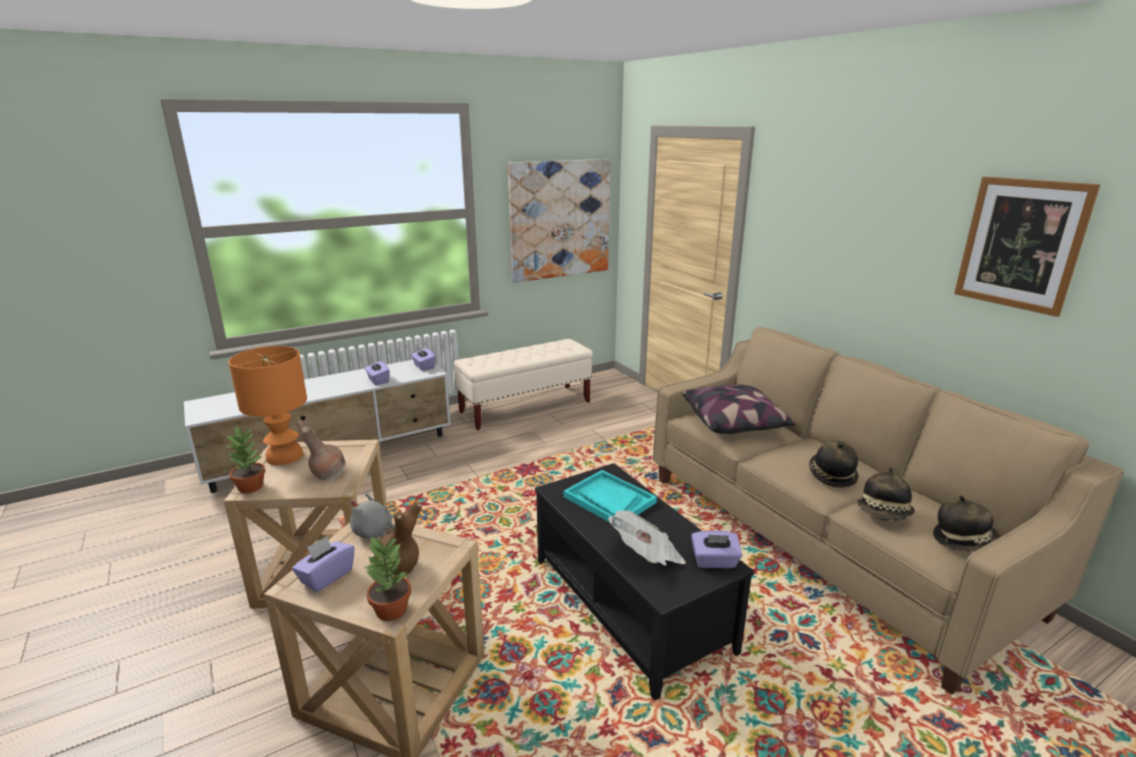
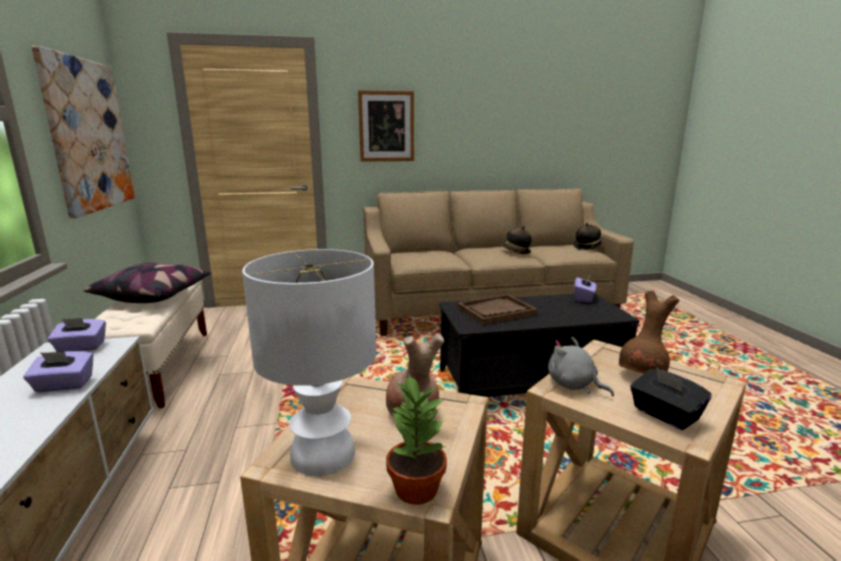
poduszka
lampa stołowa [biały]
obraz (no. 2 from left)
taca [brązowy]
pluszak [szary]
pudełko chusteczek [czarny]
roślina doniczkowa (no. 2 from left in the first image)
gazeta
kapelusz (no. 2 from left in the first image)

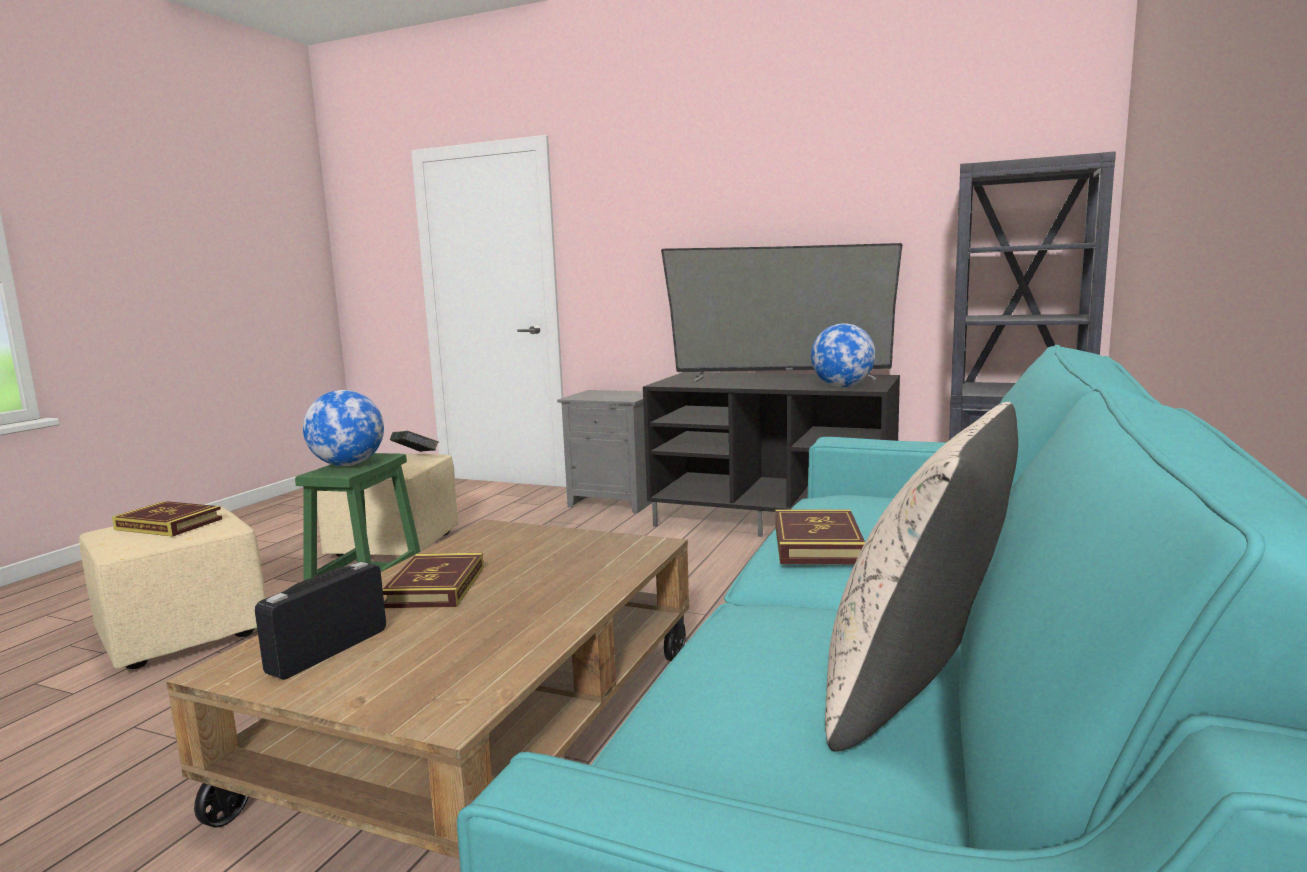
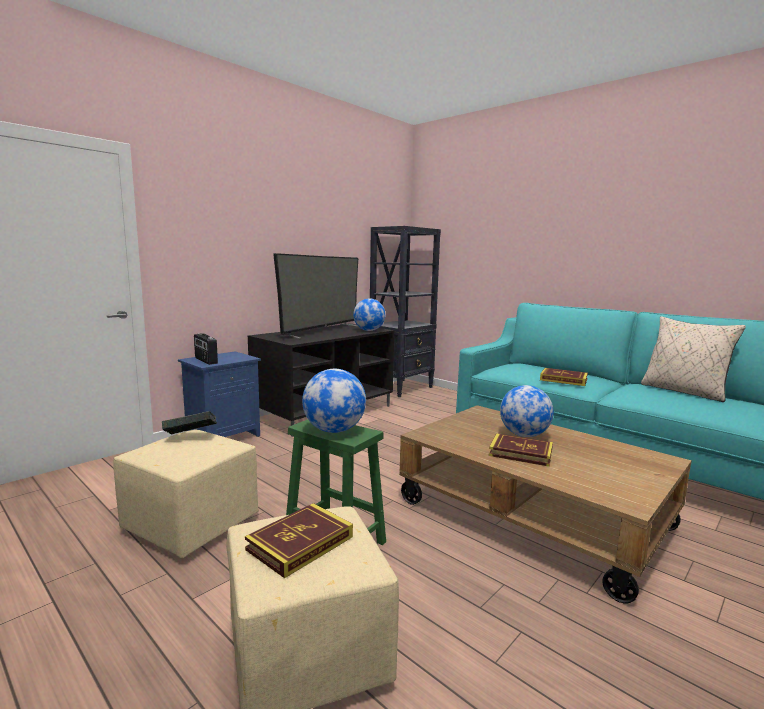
szafka nocna [niebieski]
radio
globus (no. 3 from left)

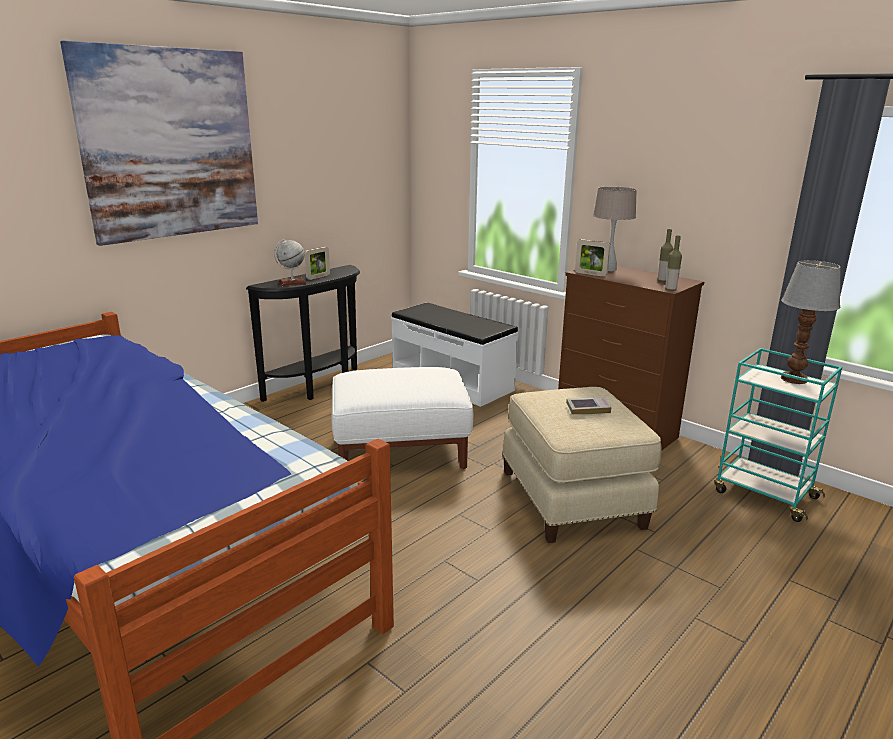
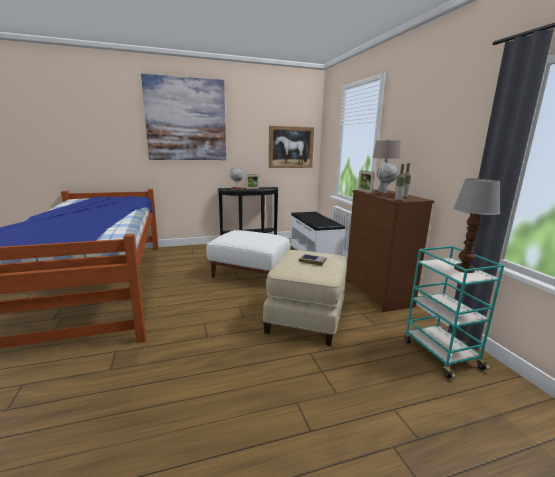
obraz (no. 2 from left)
globus (no. 2 from left)

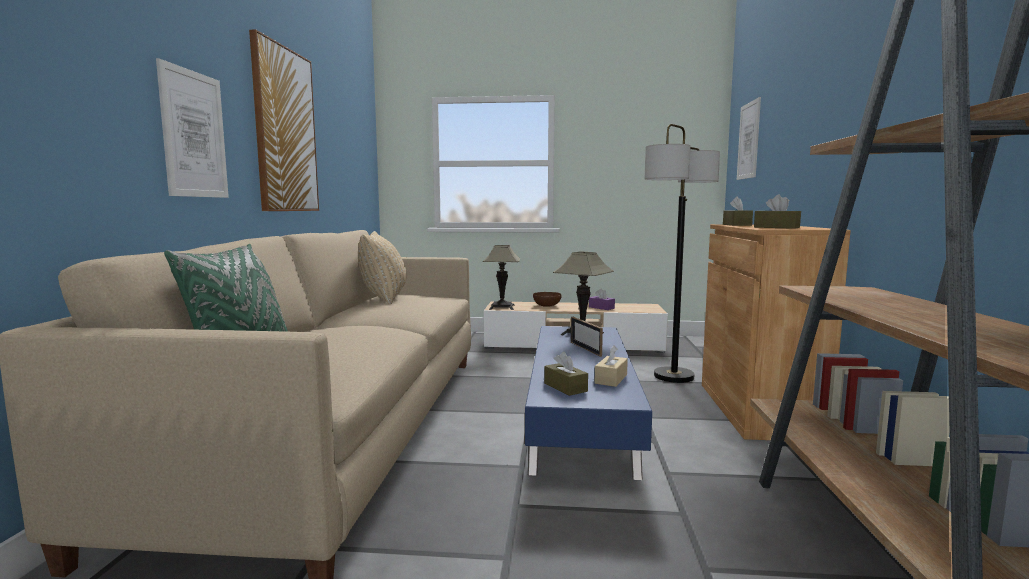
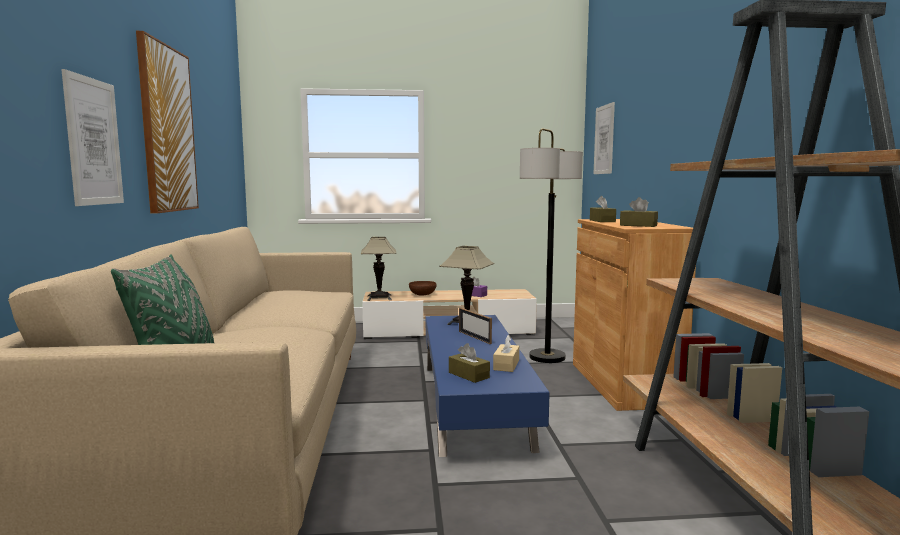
poduszka [beżowy]

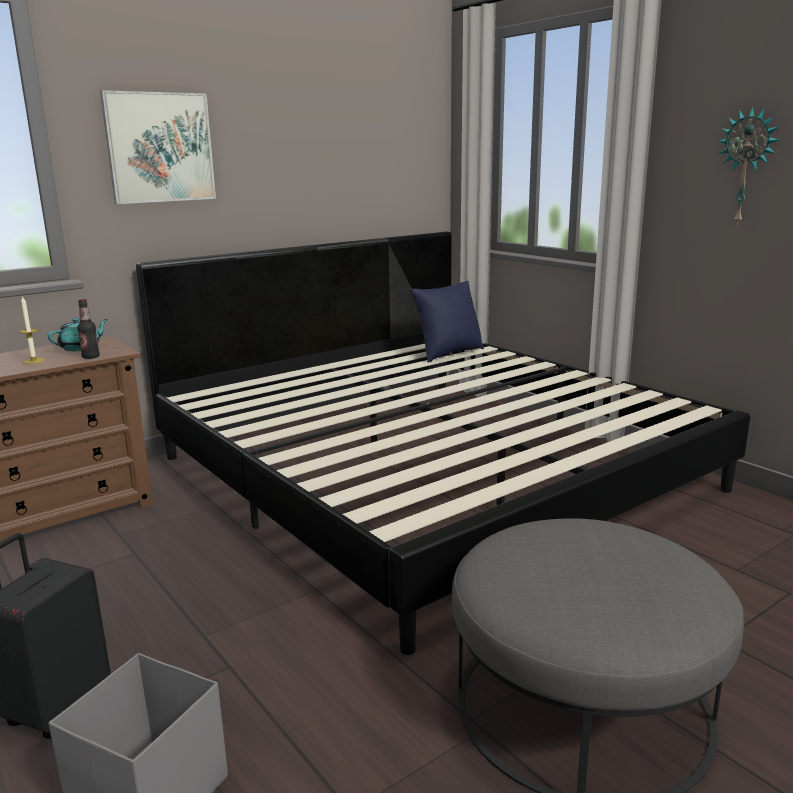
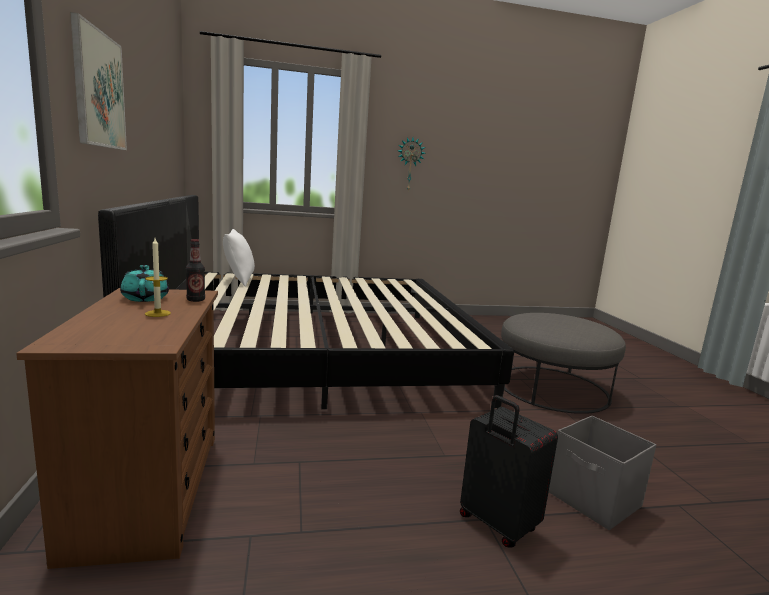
poduszka [biały]

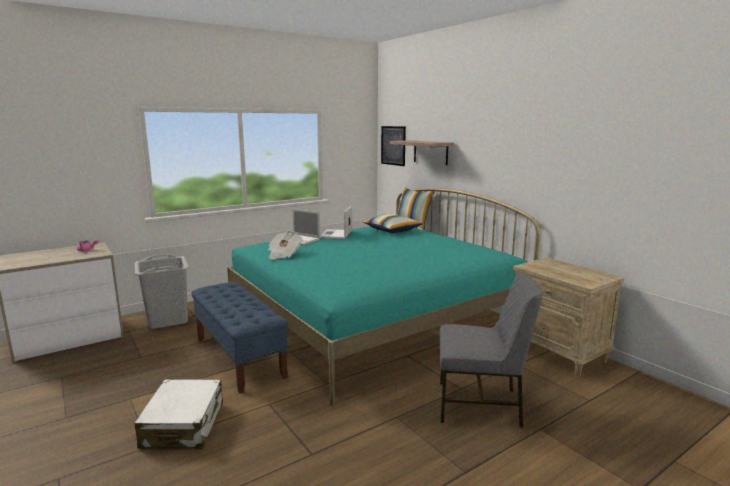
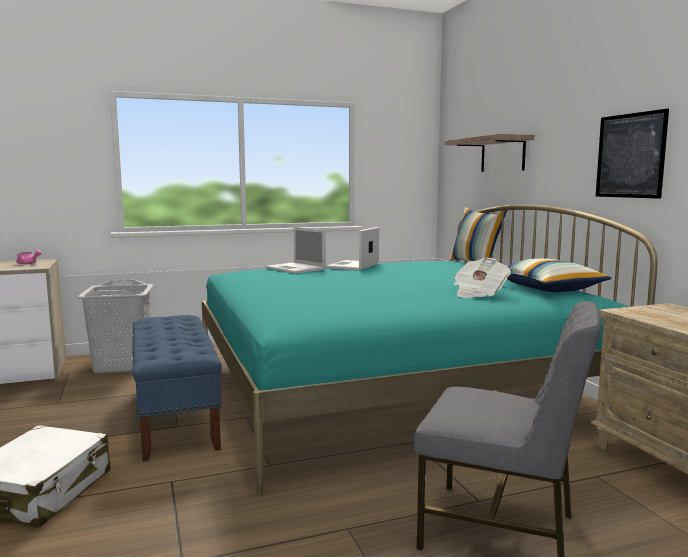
gazeta
poduszka (no. 2 from left)
obraz

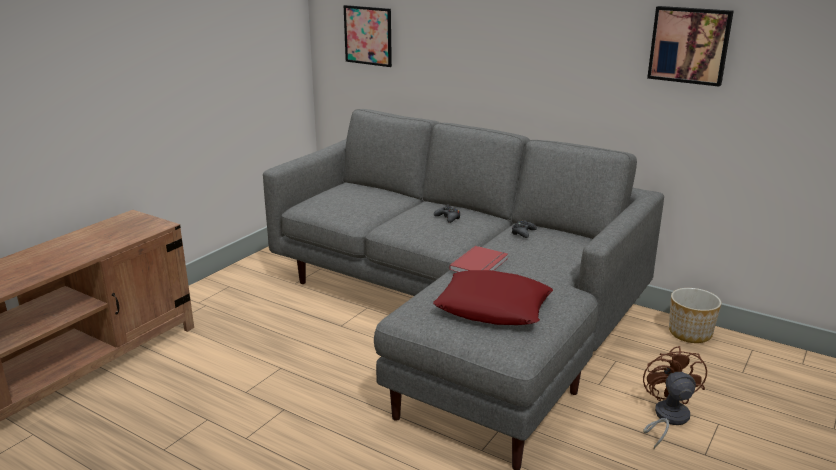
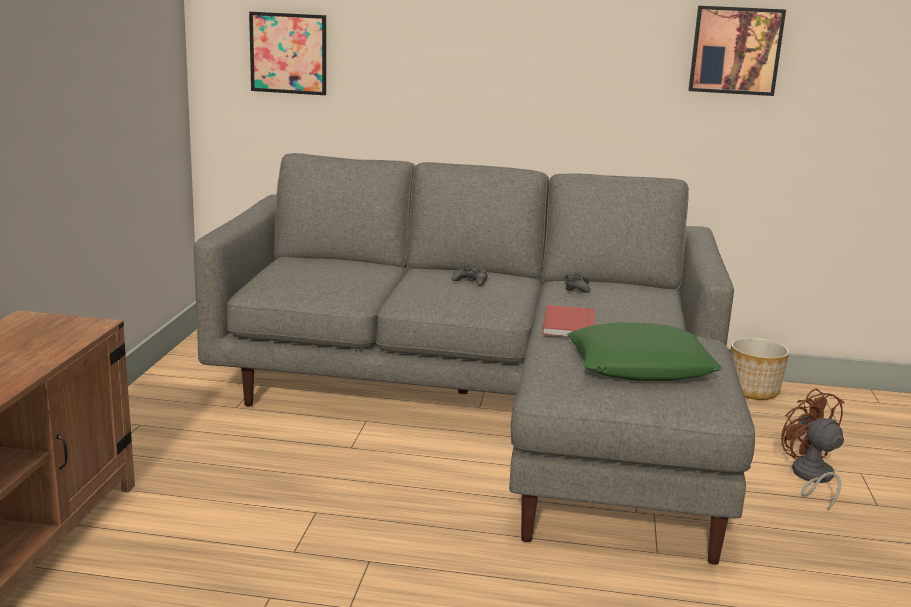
poduszka [zielony]

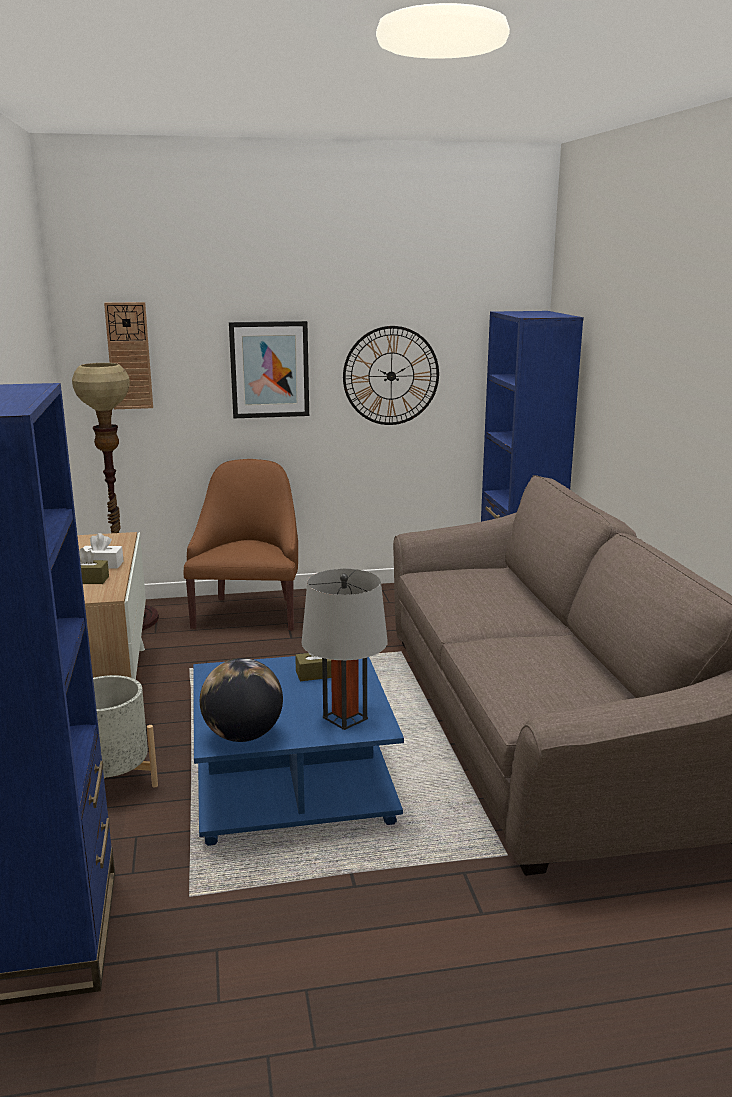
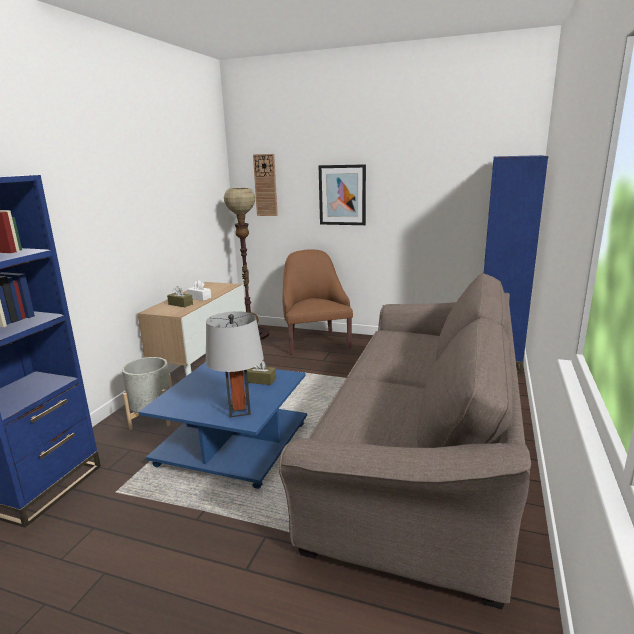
fotel [brązowy]
globus
zegar ścienny (no. 2 from left in the first image)

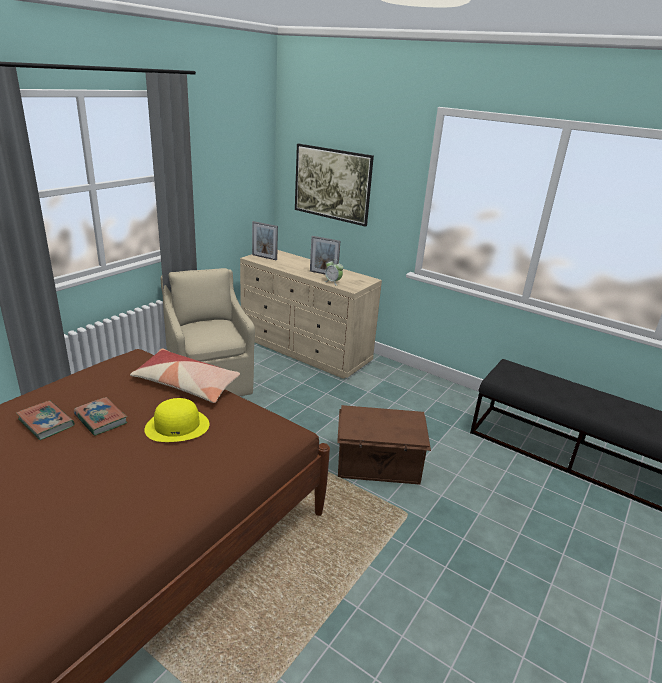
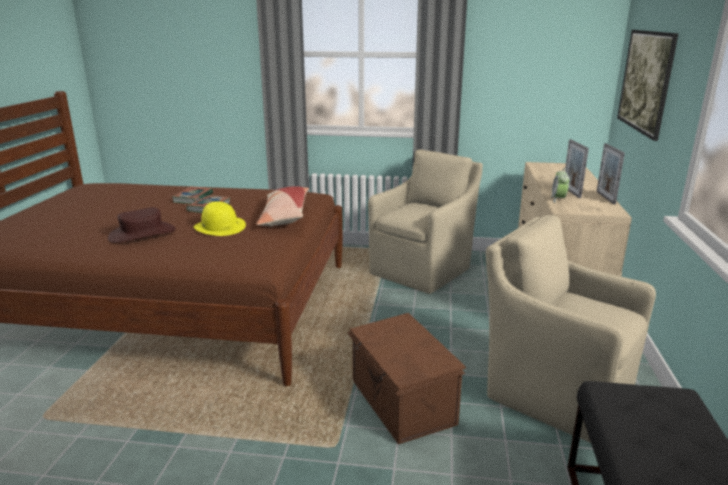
kapelusz [brązowy]
fotel [beżowy] (no. 2 from left)
ramka na zdjęcie (no. 2 from left)

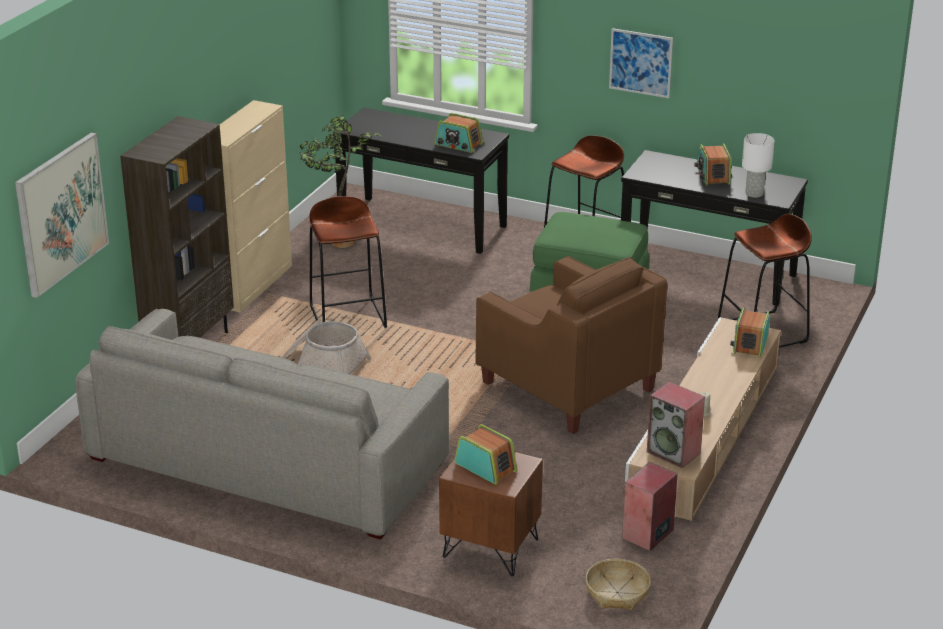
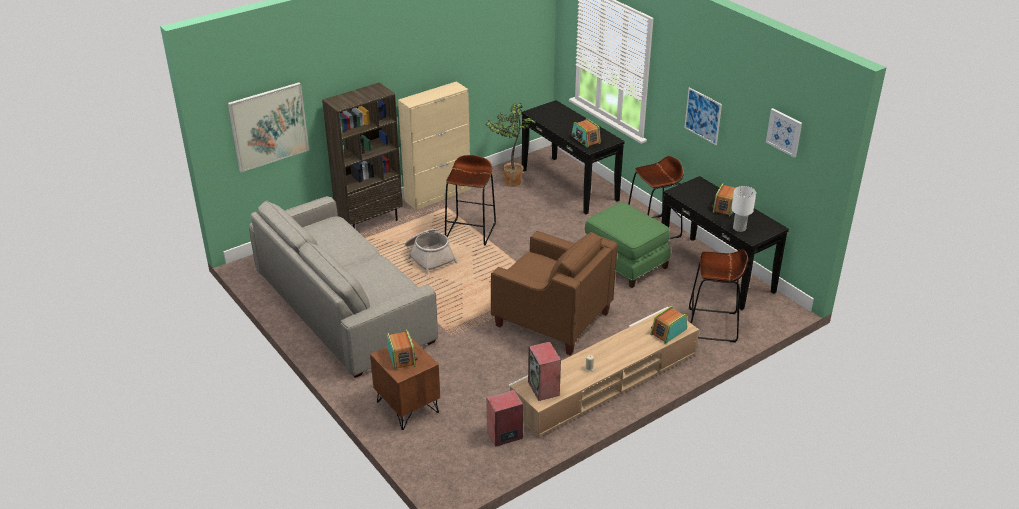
fotel [brązowy]
obraz (no. 3 from left)
koszyk (no. 2 from left in the first image)

